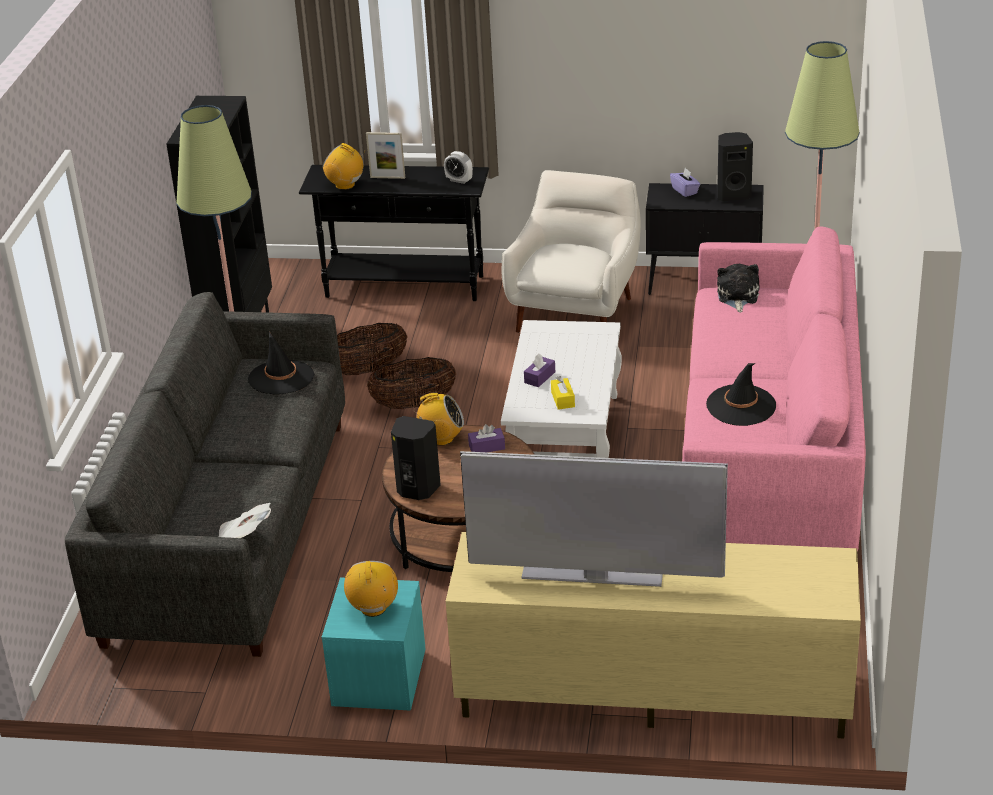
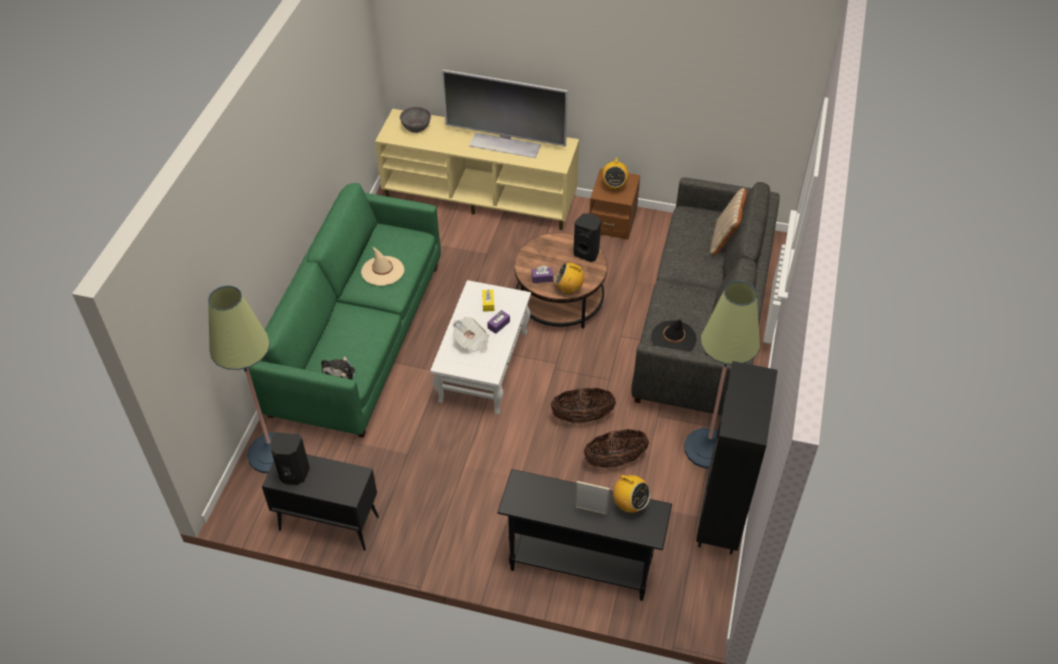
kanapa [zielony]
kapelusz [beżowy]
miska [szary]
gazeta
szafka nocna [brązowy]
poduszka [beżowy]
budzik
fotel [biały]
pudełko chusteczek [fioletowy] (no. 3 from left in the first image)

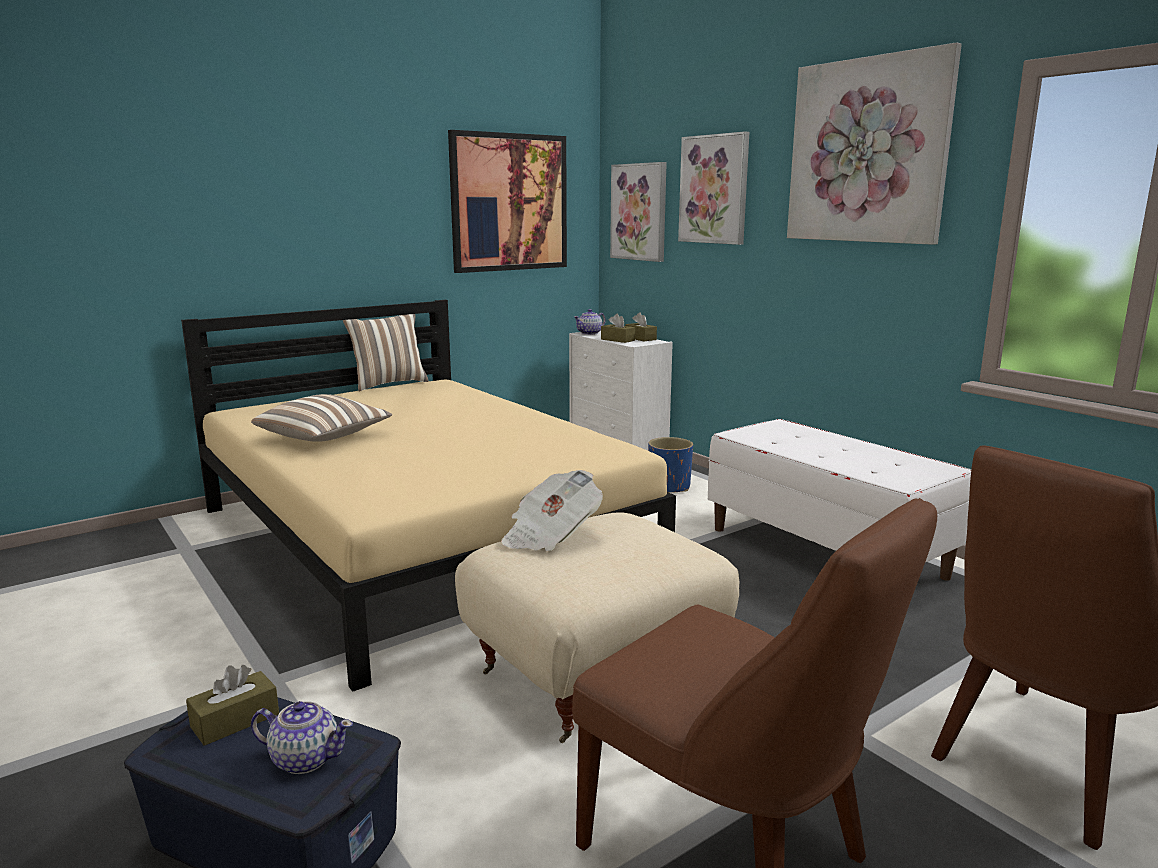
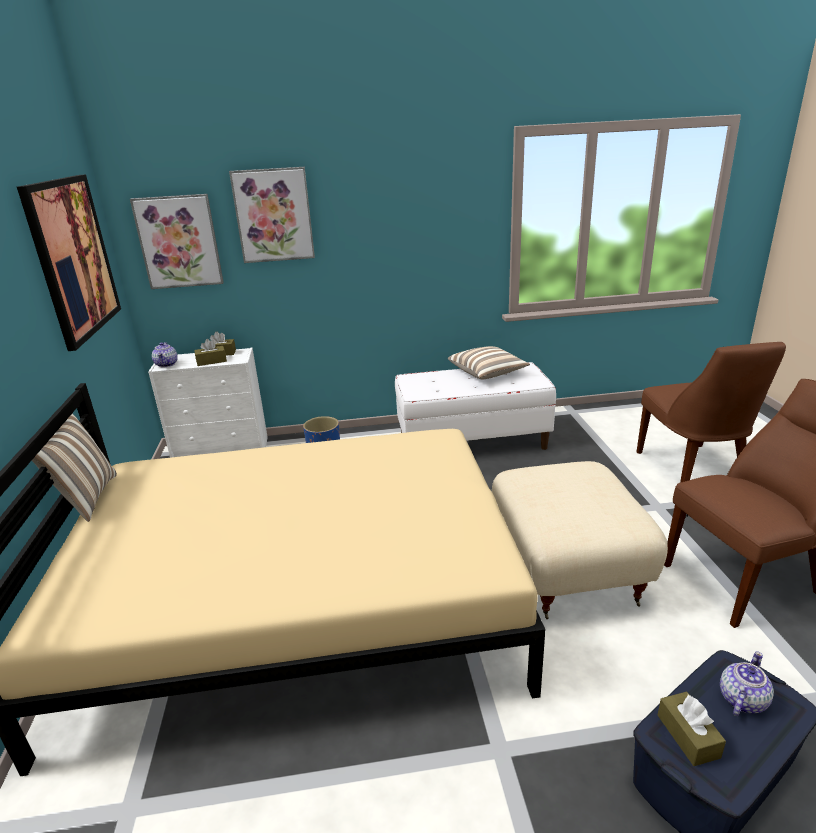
poduszka (no. 2 from left)
gazeta
obraz (no. 4 from left in the first image)

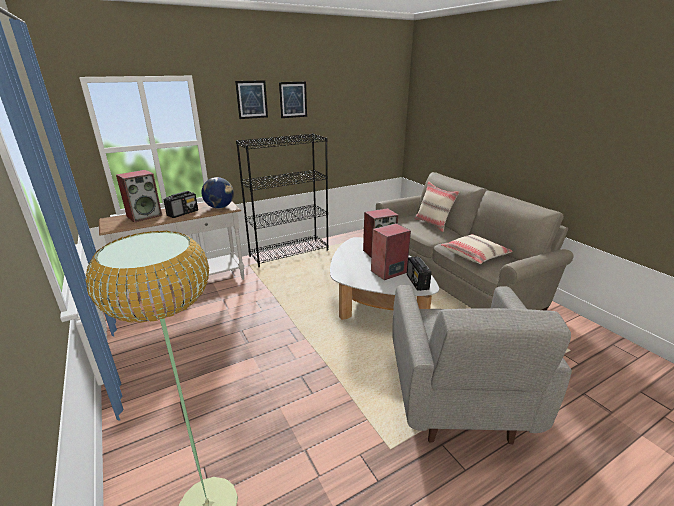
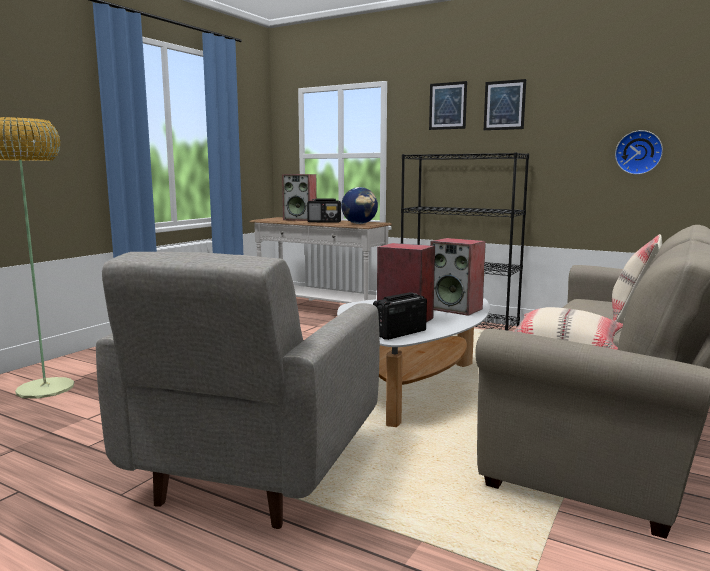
fotel [szary]
zegar ścienny

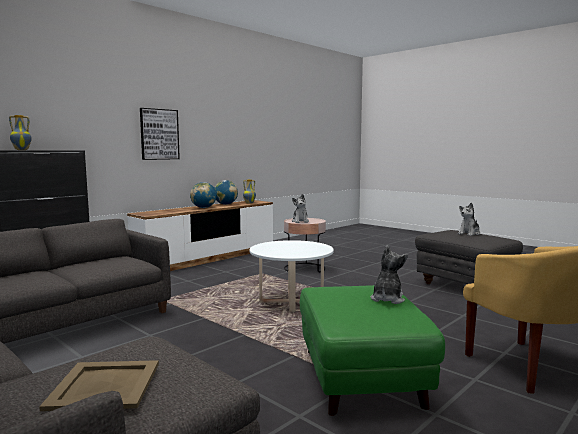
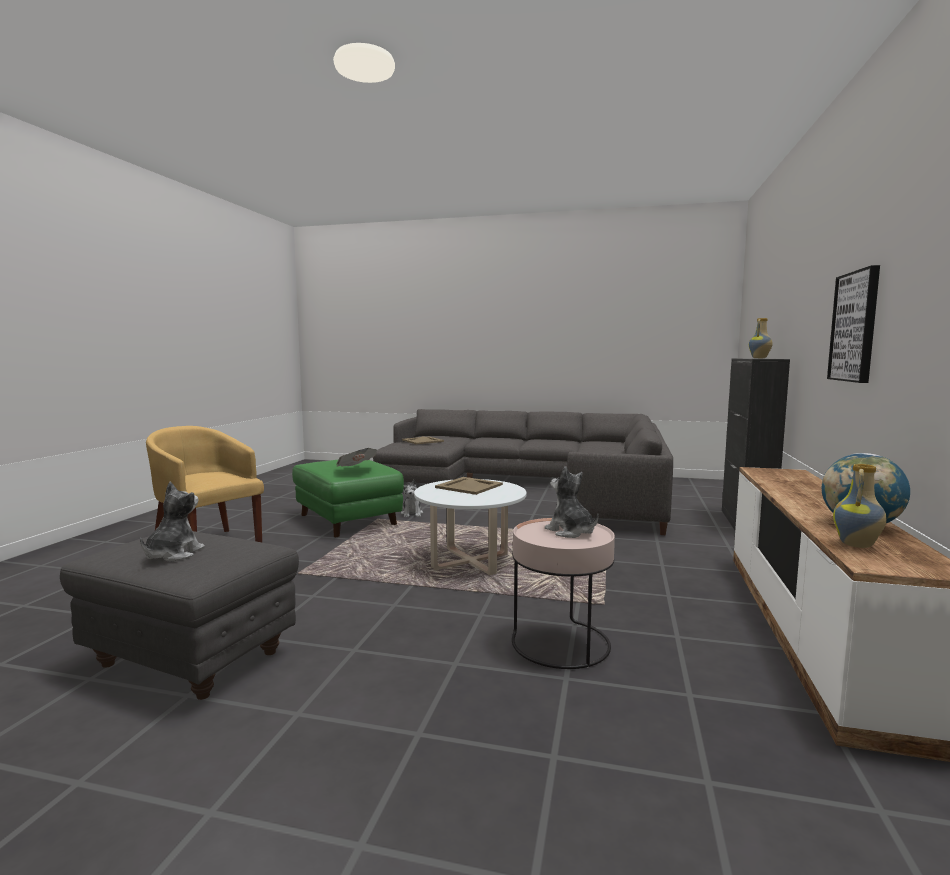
gazeta
pluszak (no. 2 from left)
taca [beżowy] (no. 2 from left)
globus (no. 1 from left in the first image)

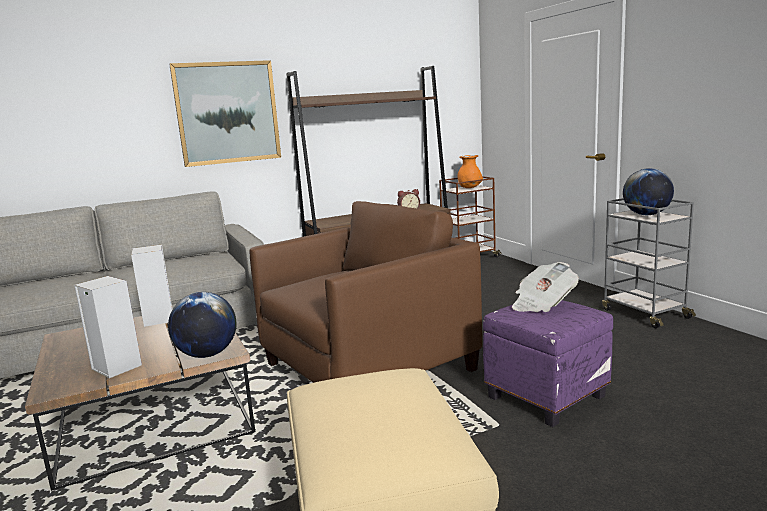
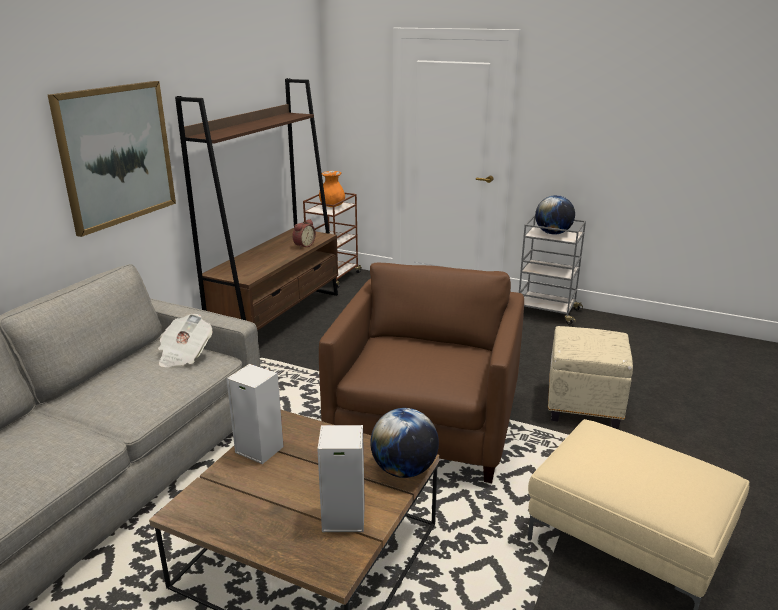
gazeta
pufa [beżowy] (no. 1 from left)

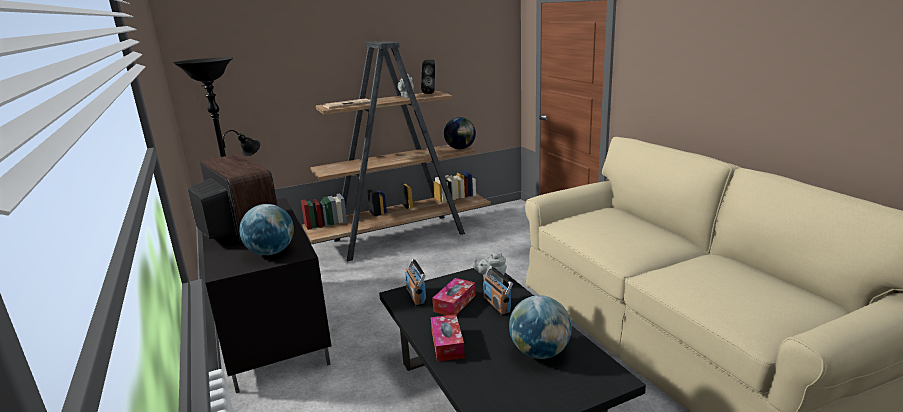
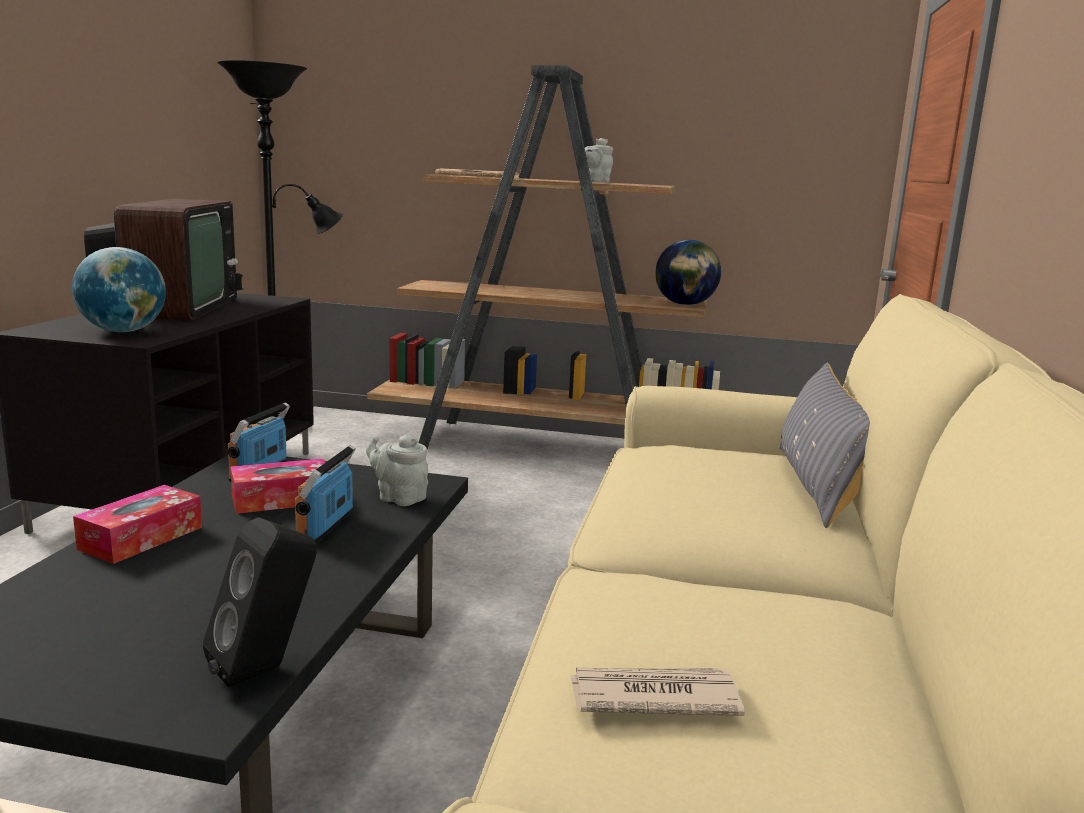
głośnik [czarny]
gazeta (no. 2 from left)
poduszka [szary]
globus (no. 3 from left in the first image)

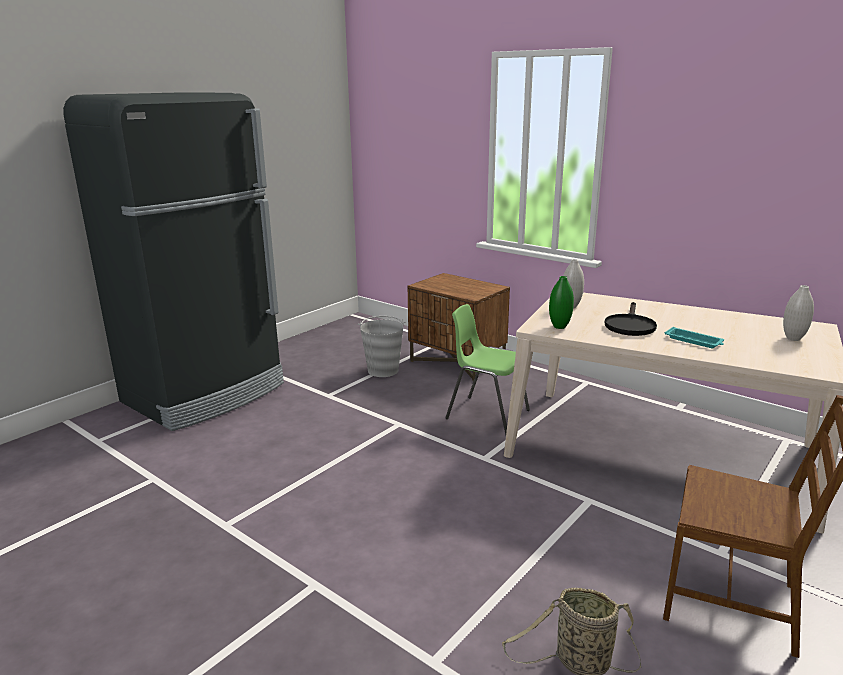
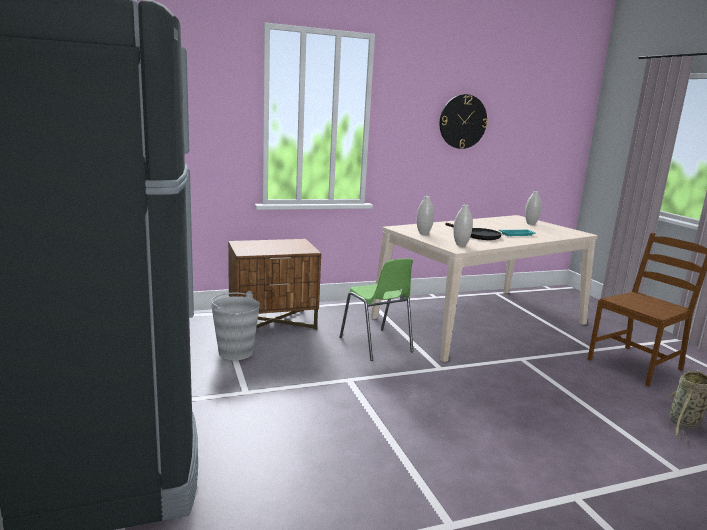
krzesło [zielony]
zegar ścienny
wazon [biały] (no. 2 from left)

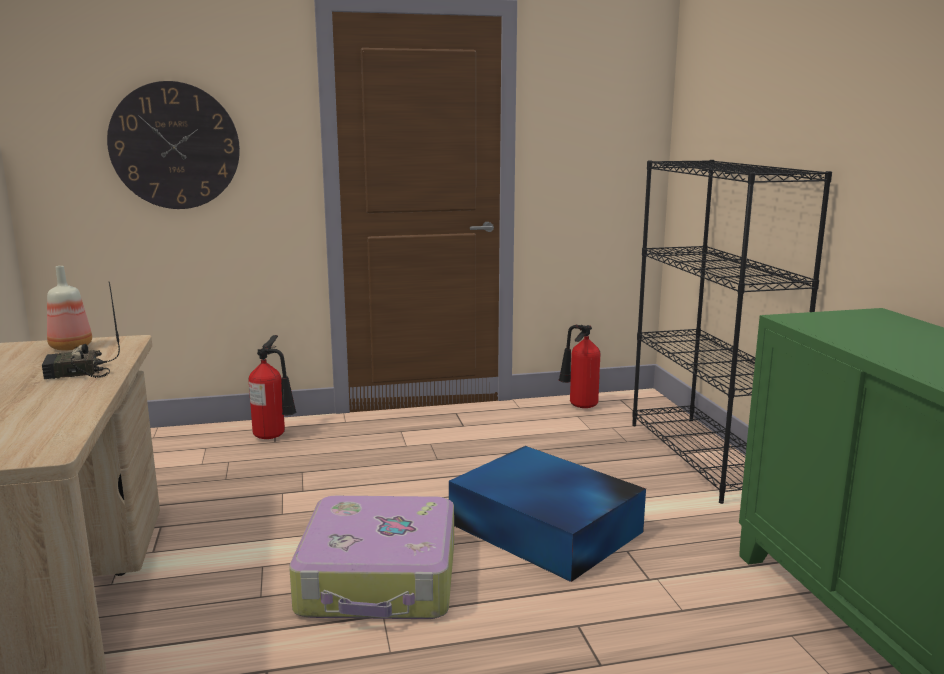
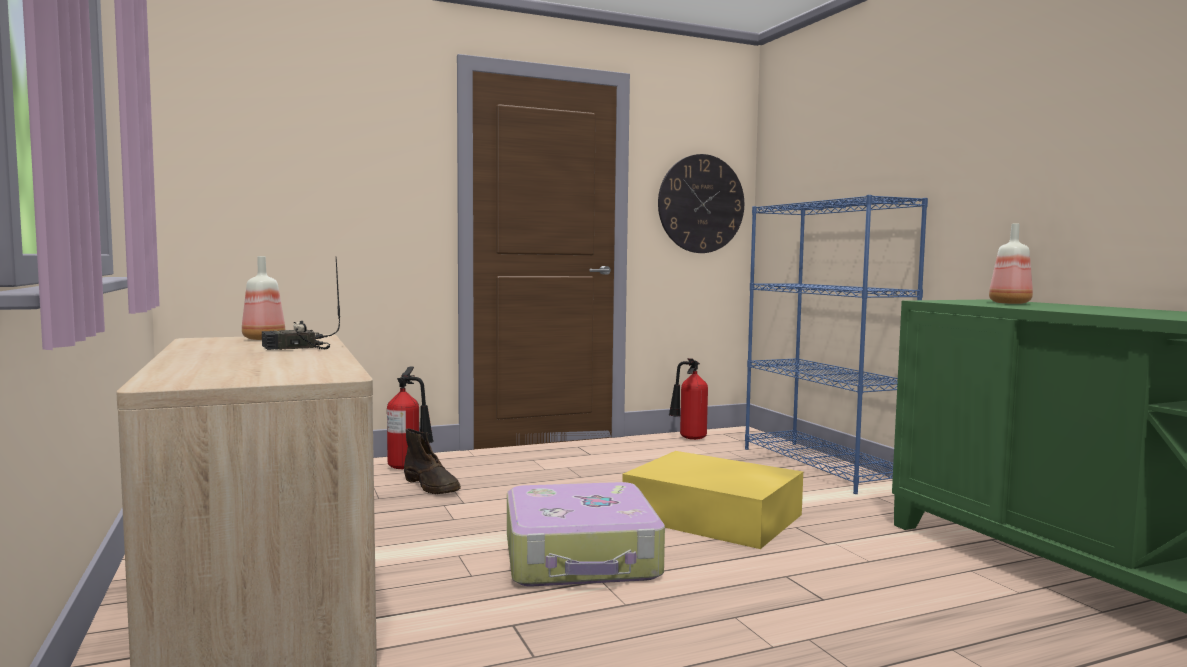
but z cholewką [brązowy]
pojemnik do przechowywania [żółty]
zegar ścienny
regał [niebieski]
butelka (no. 2 from left)

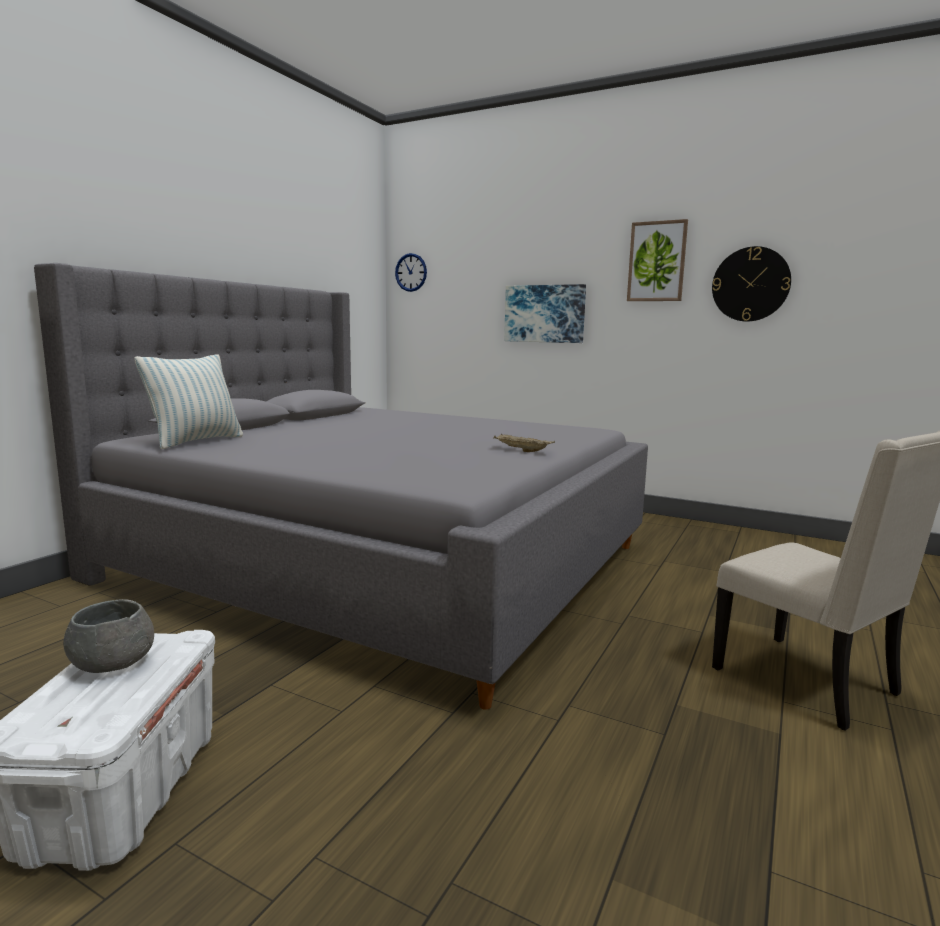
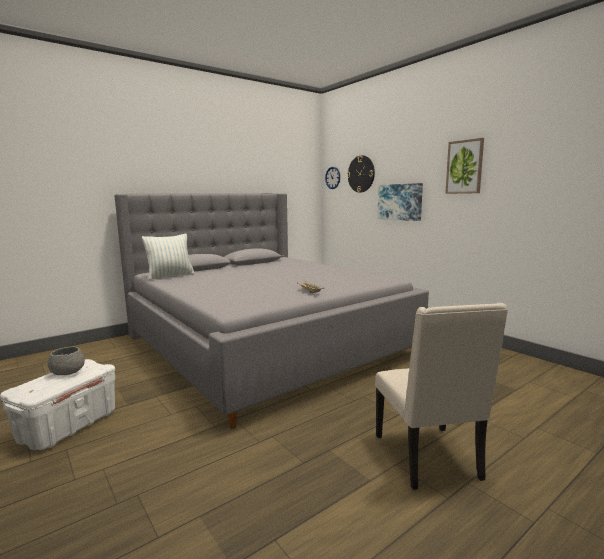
zegar ścienny (no. 2 from left)

